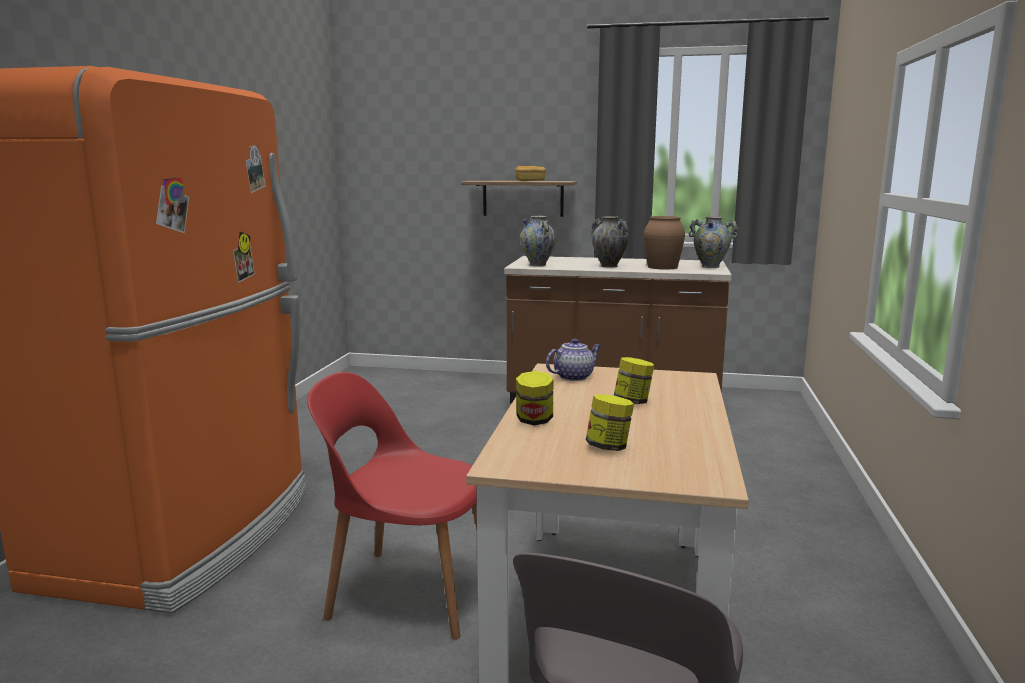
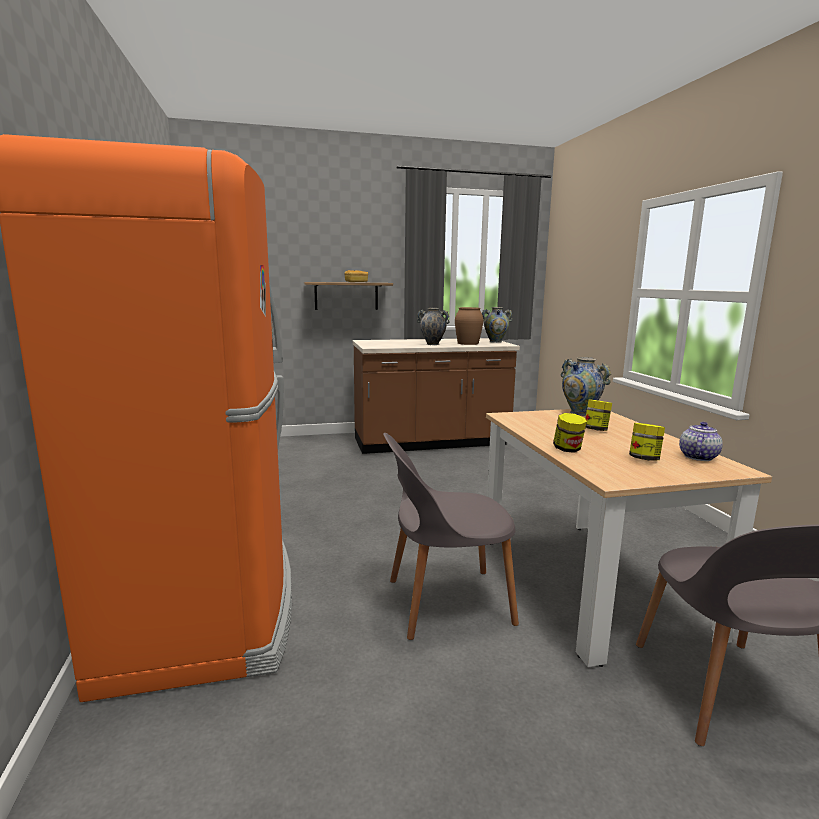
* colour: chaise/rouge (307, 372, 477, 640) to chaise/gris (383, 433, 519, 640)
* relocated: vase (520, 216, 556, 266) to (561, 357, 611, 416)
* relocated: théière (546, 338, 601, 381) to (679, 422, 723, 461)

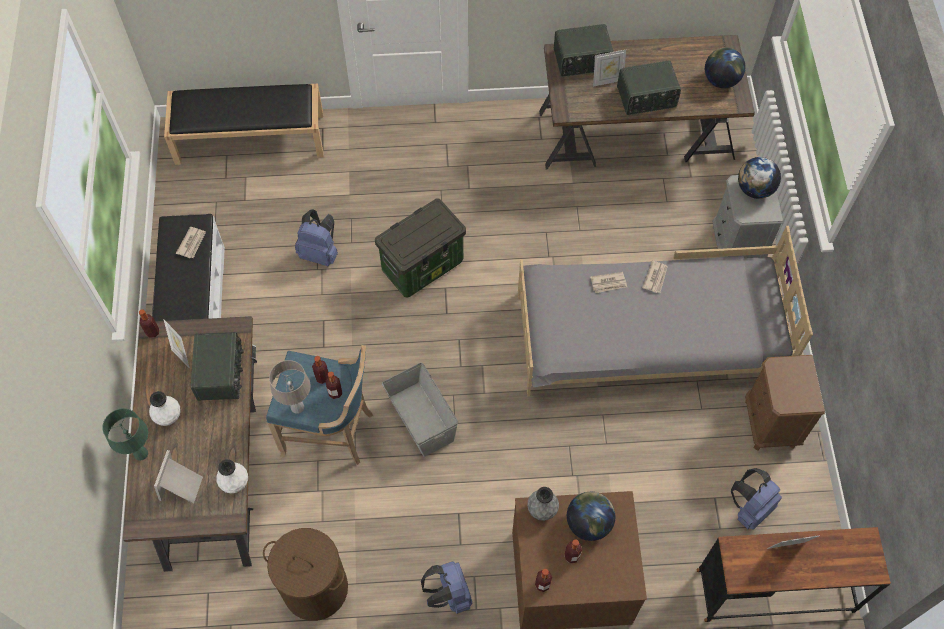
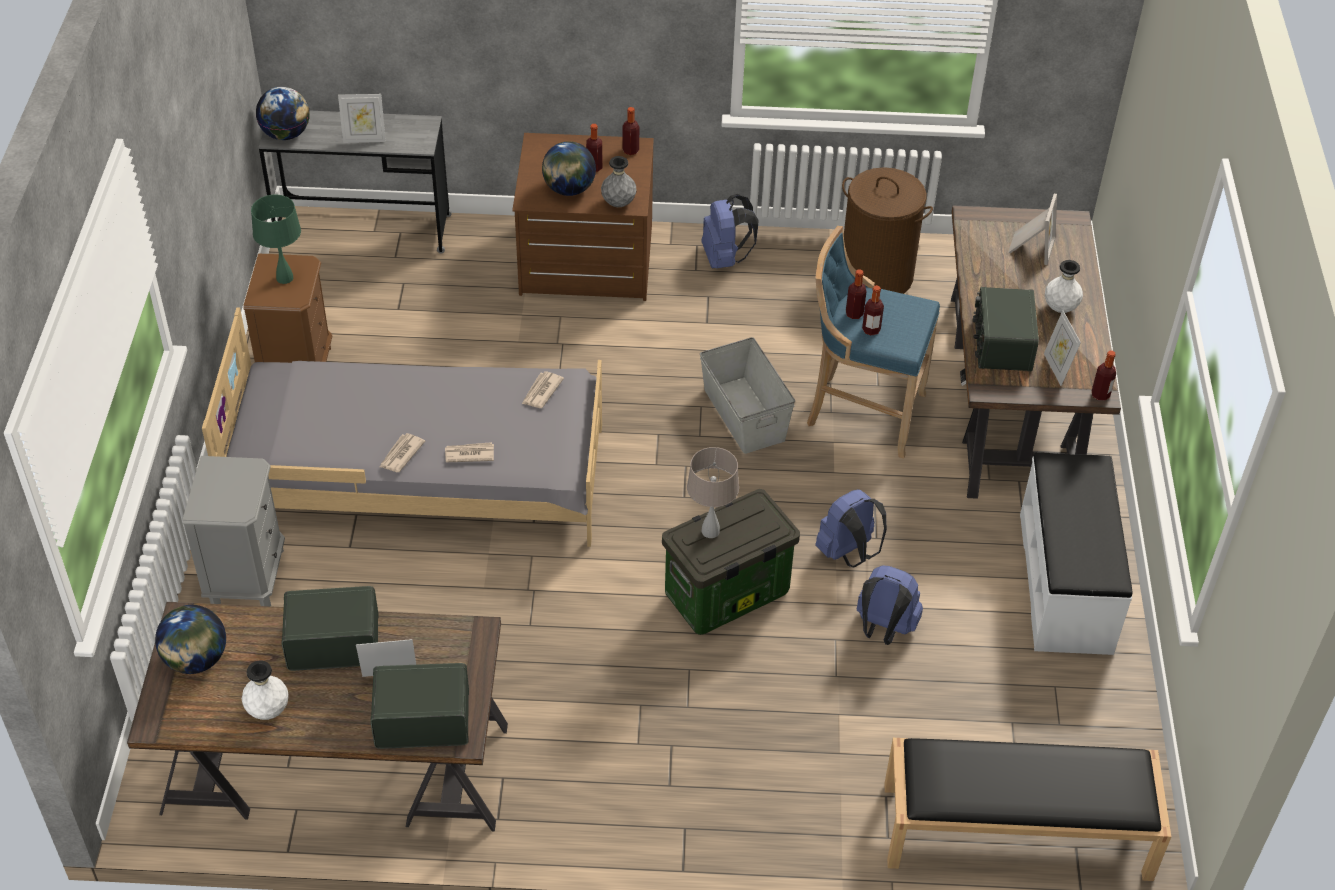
* relocated: lampe de table/vert (102, 408, 148, 461) to (251, 194, 301, 284)
* relocated: journal (176, 227, 206, 258) to (522, 371, 564, 408)
* relocated: vase/blanc (216, 459, 248, 493) to (242, 661, 289, 720)
* relocated: lampe de table/beige (269, 360, 311, 414) to (687, 447, 739, 538)
* colour: bureau/marron (696, 527, 891, 622) to bureau/gris (259, 111, 452, 253)
* relocated: sac à dos/bleu (731, 468, 782, 530) to (815, 489, 887, 567)
* relocated: globe (738, 157, 781, 199) to (256, 87, 310, 140)

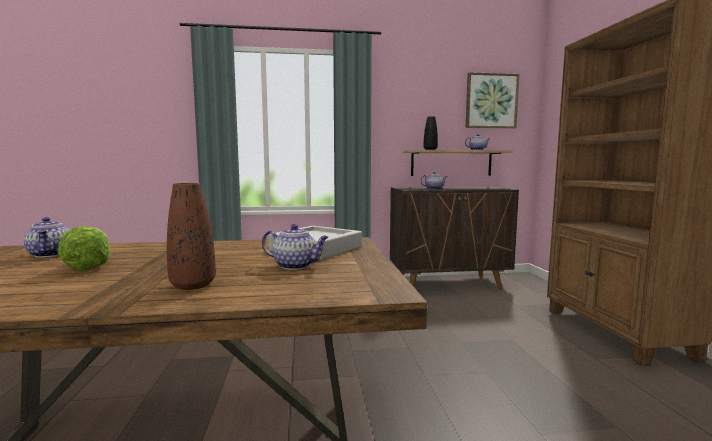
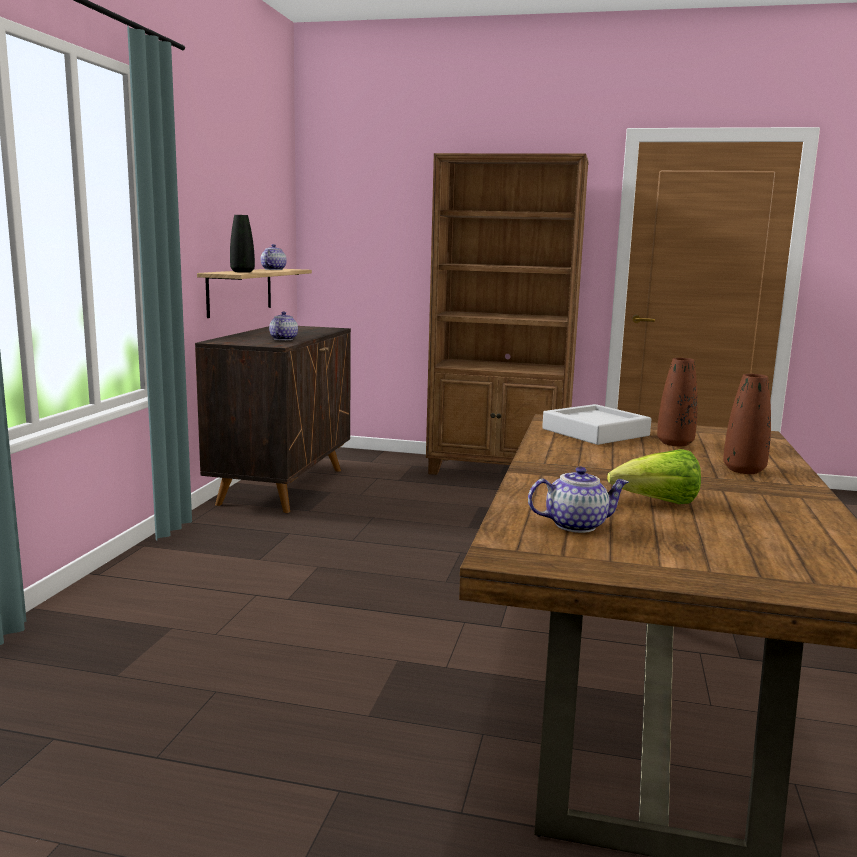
* exchanged: théière (262, 224, 329, 270) to vase/marron (657, 358, 698, 446)
* missing: tableau (466, 72, 519, 129)

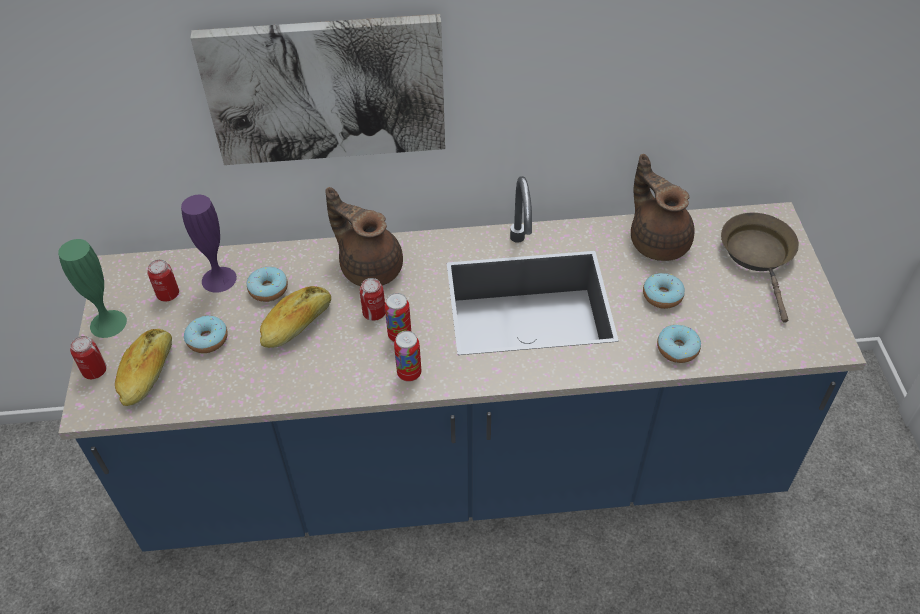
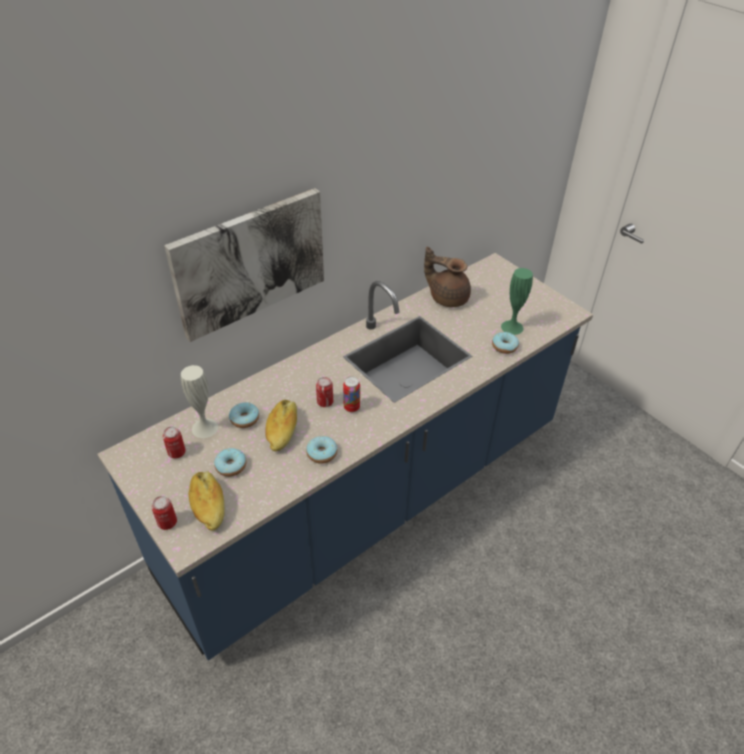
* relocated: vase/vert (58, 239, 127, 338) to (501, 268, 533, 335)
* colour: vase/violet (181, 195, 237, 293) to vase/blanc (181, 365, 218, 438)
* missing: théière/marron (325, 187, 403, 286)
* missing: boîte métallique (394, 331, 421, 382)
* relocated: beignet (643, 273, 685, 309) to (306, 436, 337, 464)
* missing: poêle/marron (721, 213, 799, 323)

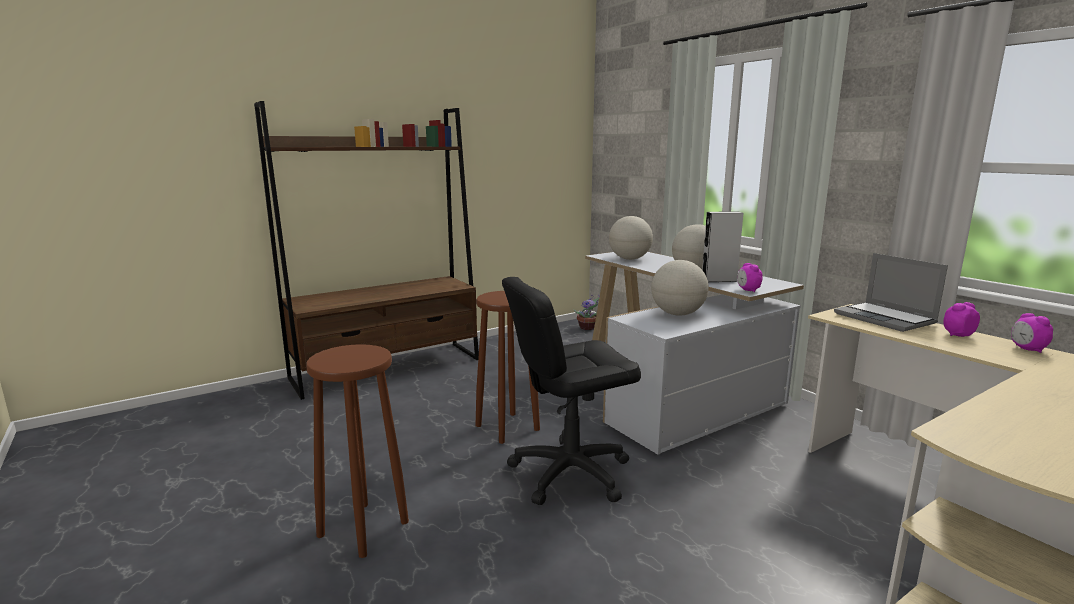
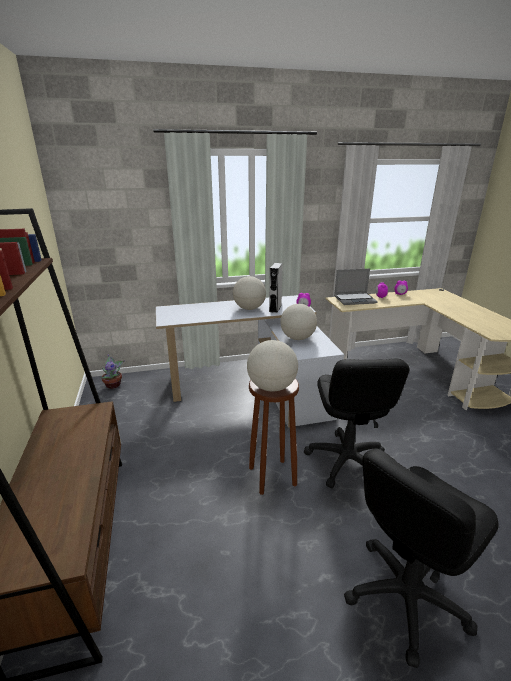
* exchanged: tabouret/marron (306, 344, 409, 558) to chaise de bureau/noir (344, 448, 498, 668)
* relocated: globe (609, 216, 653, 260) to (247, 340, 298, 392)

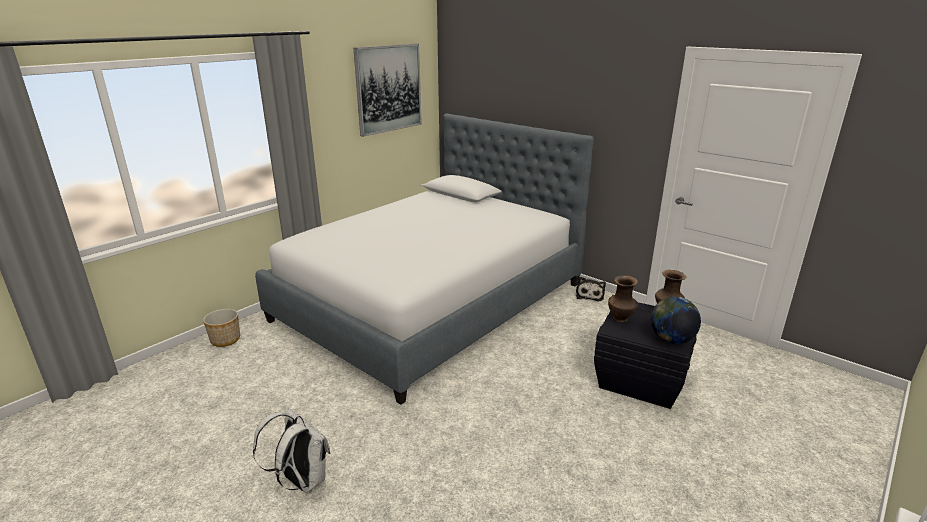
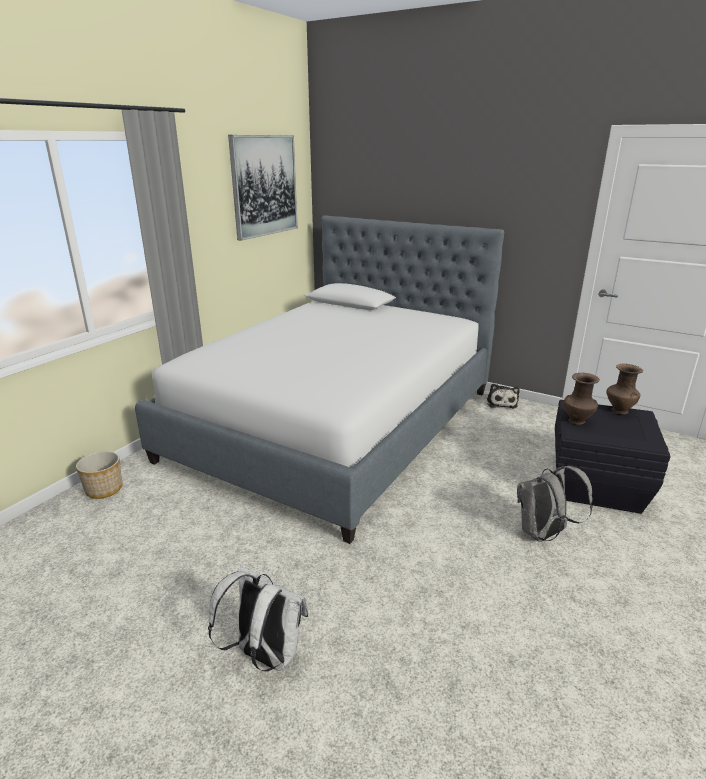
* missing: globe (651, 297, 701, 344)
* appeared: sac à dos/gris (517, 466, 593, 542)

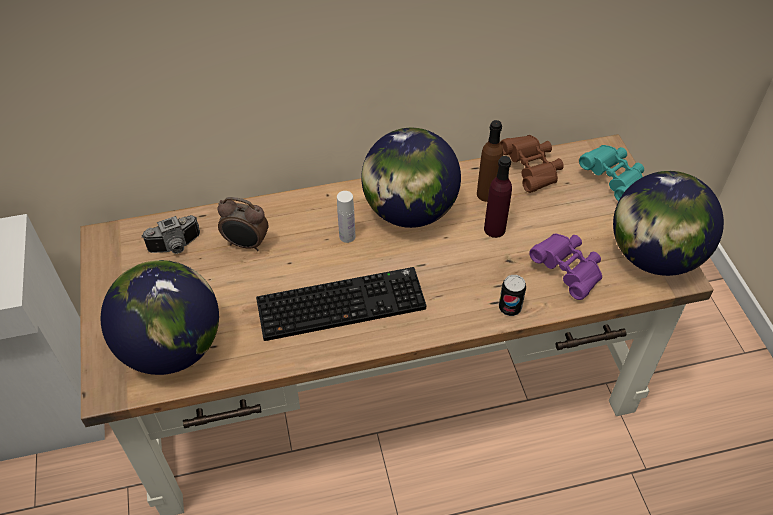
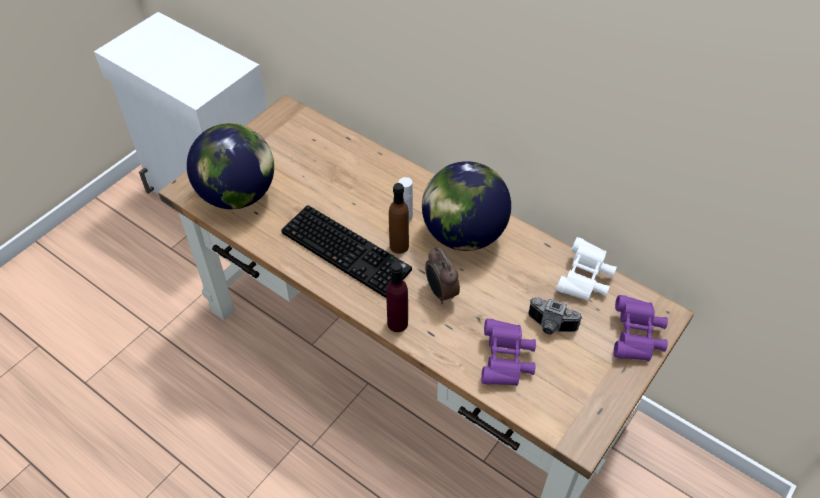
* relocated: appareil photo (141, 215, 200, 254) to (528, 298, 582, 335)
* relocated: réveil (217, 197, 268, 251) to (425, 246, 460, 304)
* relocated: bouteille/marron (477, 120, 503, 202) to (389, 183, 409, 254)
* relocated: bouteille/violet (484, 156, 512, 238) to (386, 262, 408, 332)
* missing: boîte métallique (499, 275, 526, 316)
* colour: jumelles/marron (500, 135, 564, 193) to jumelles/blanc (556, 237, 617, 301)
* colour: jumelles/turquoise (579, 145, 644, 201) to jumelles/violet (614, 295, 668, 361)
* missing: globe (613, 171, 724, 276)

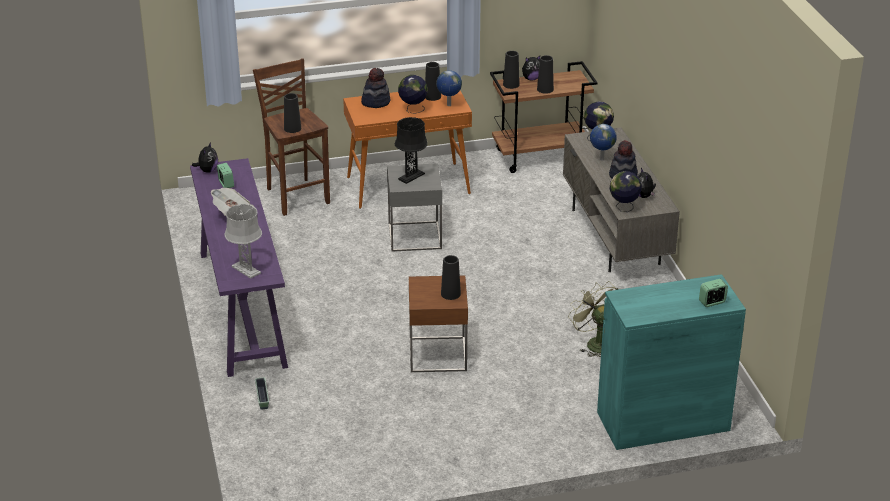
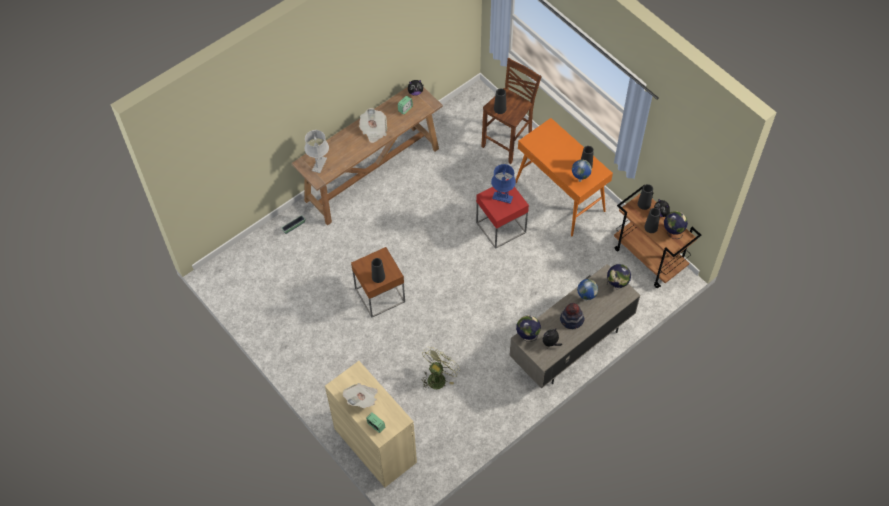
* colour: table console/violet (190, 158, 288, 377) to table console/marron (292, 87, 443, 226)
* missing: chapeau (361, 68, 390, 108)
* colour: table d'appoint/gris (387, 163, 442, 252) to table d'appoint/rouge (476, 179, 529, 249)
* colour: lampe de table/noir (395, 117, 428, 184) to lampe de table/bleu (491, 164, 516, 204)
* relocated: globe (398, 75, 428, 113) to (664, 211, 688, 239)
* colour: meuble de rangement/turquoise (597, 274, 746, 450) to meuble de rangement/beige (325, 361, 417, 488)
* appeared: journal (343, 383, 378, 408)

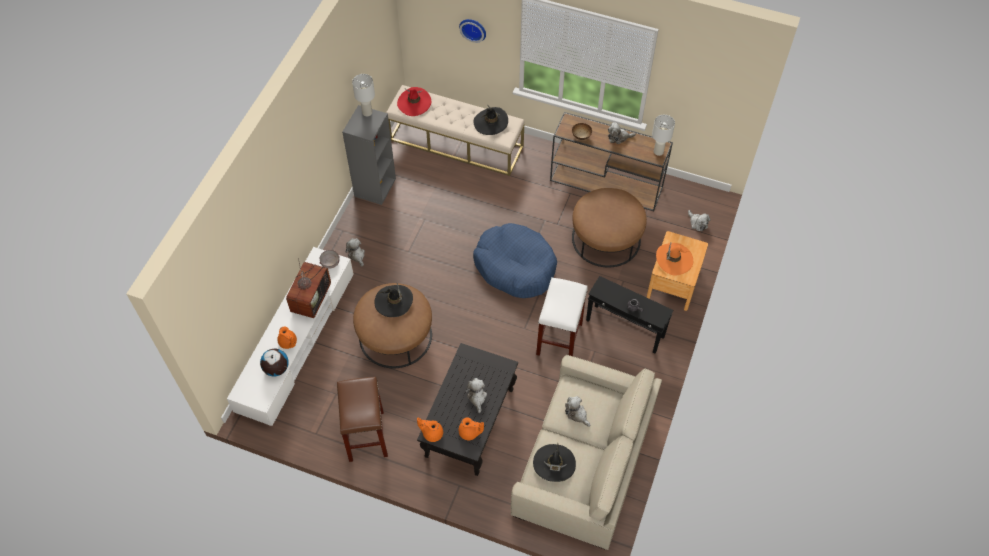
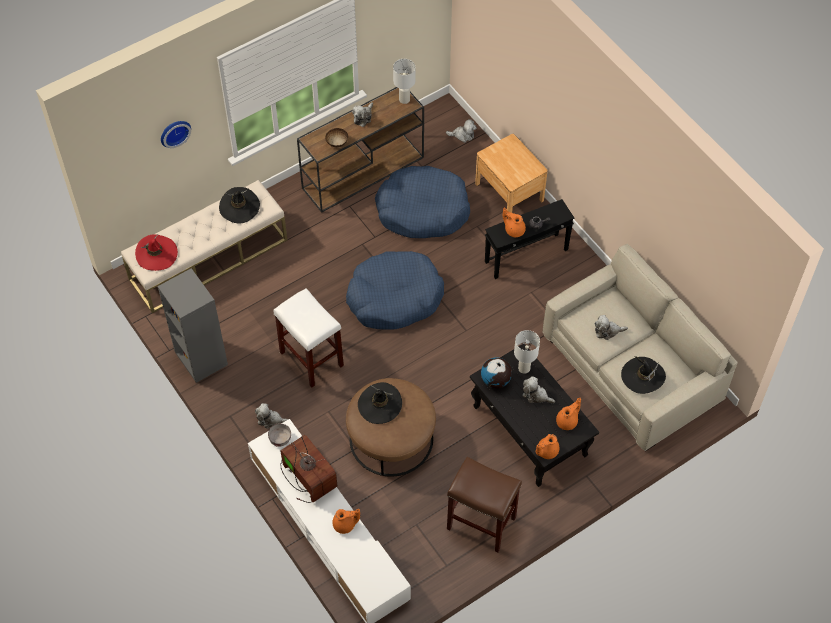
* relocated: globe (260, 349, 289, 377) to (481, 357, 512, 388)
* relocated: lampe de table/blanc (352, 74, 375, 116) to (514, 330, 540, 374)
* relocated: tabouret/blanc (536, 277, 588, 356) to (273, 288, 344, 388)
* exchanged: pouf/marron (572, 188, 647, 268) to panier pour chien/bleu (375, 166, 470, 238)
* missing: chapeau/orange (656, 242, 693, 275)
* appeared: théière/orange (503, 207, 526, 237)

